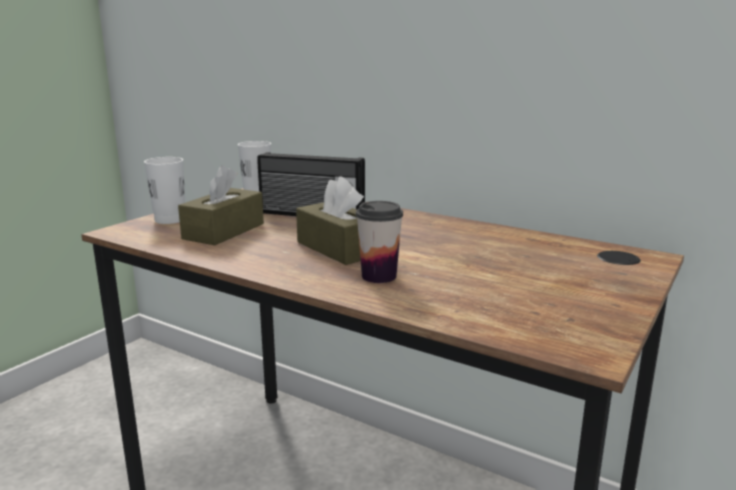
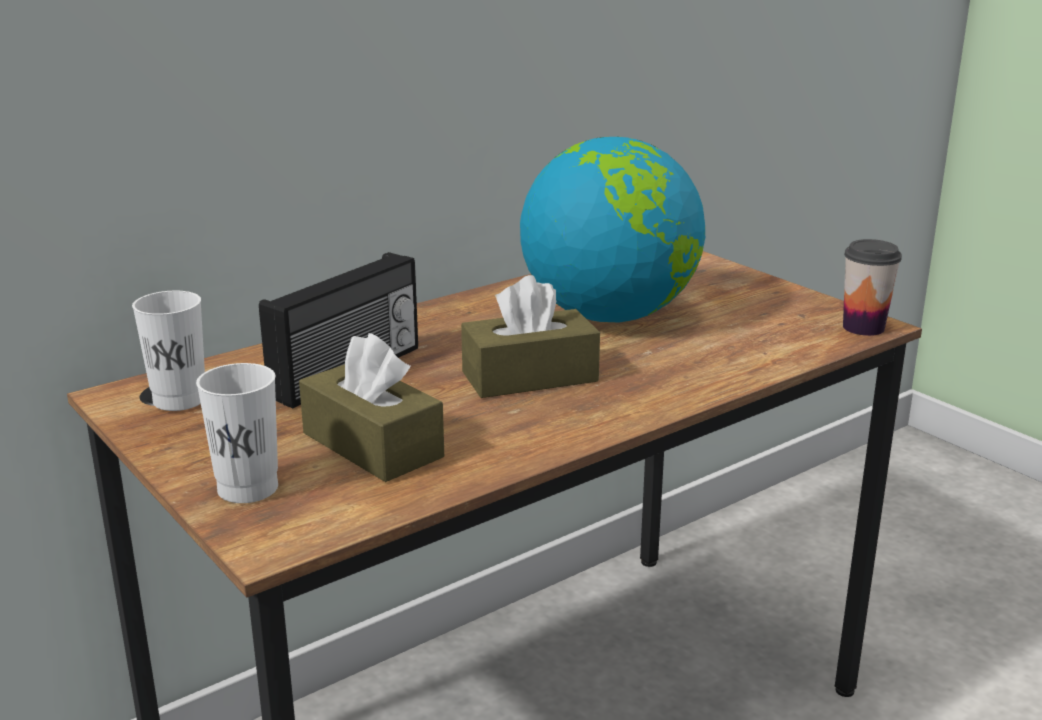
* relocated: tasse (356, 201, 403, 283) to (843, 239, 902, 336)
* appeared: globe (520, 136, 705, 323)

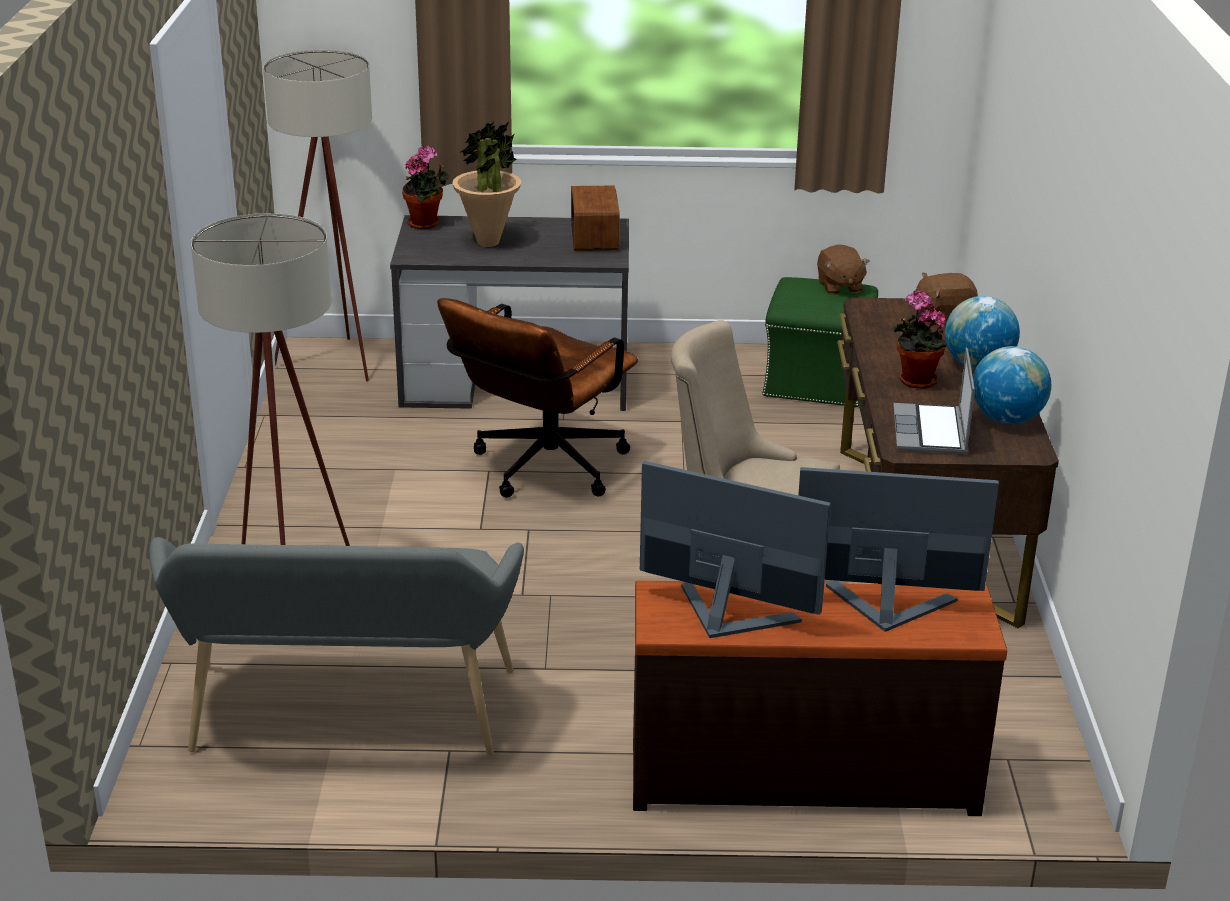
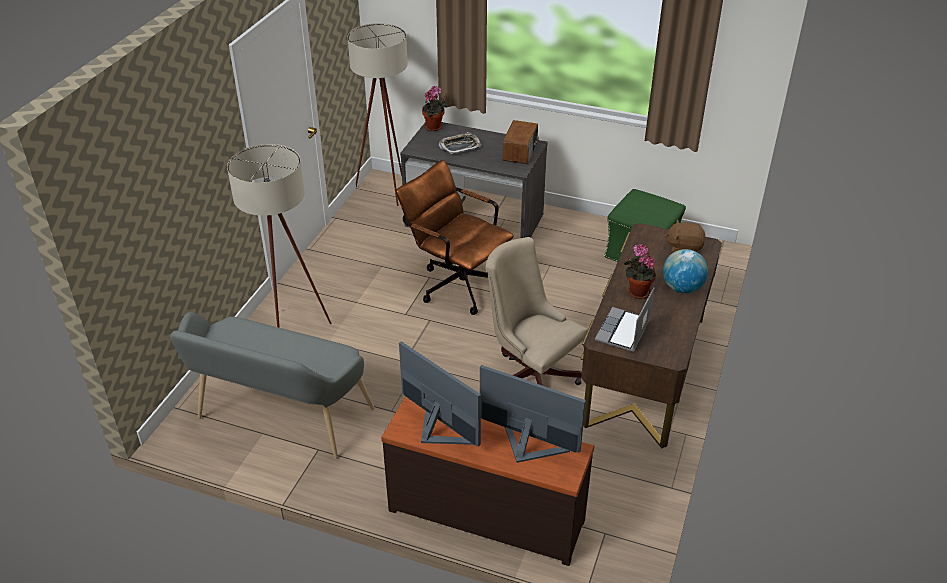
* spun: chaise de bureau/marron (437, 298, 638, 498) = (396, 160, 514, 315) 75 degrees clockwise
* exchanged: plante en pot (452, 121, 521, 247) to plateau (439, 132, 482, 154)
* missing: peluche/marron (817, 244, 870, 295)
* missing: globe (973, 346, 1051, 424)

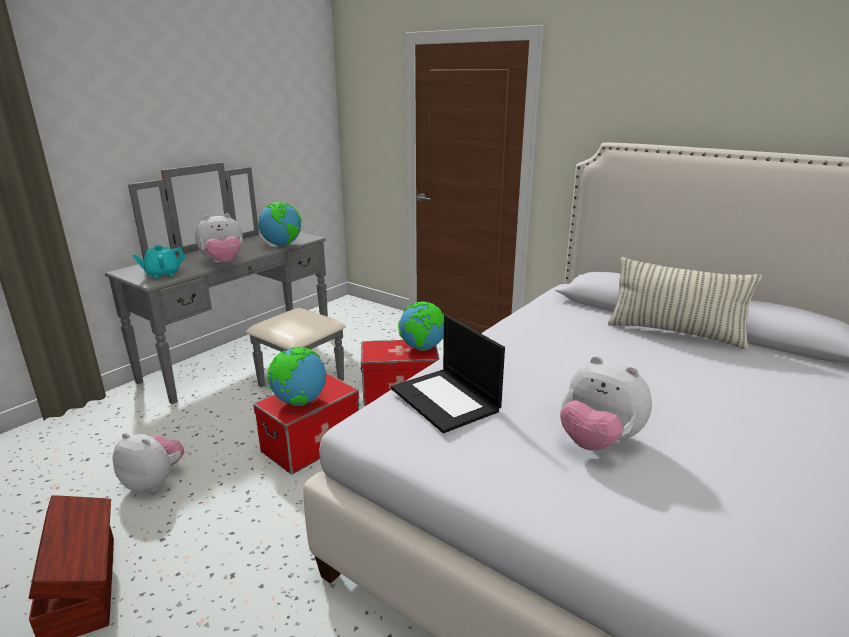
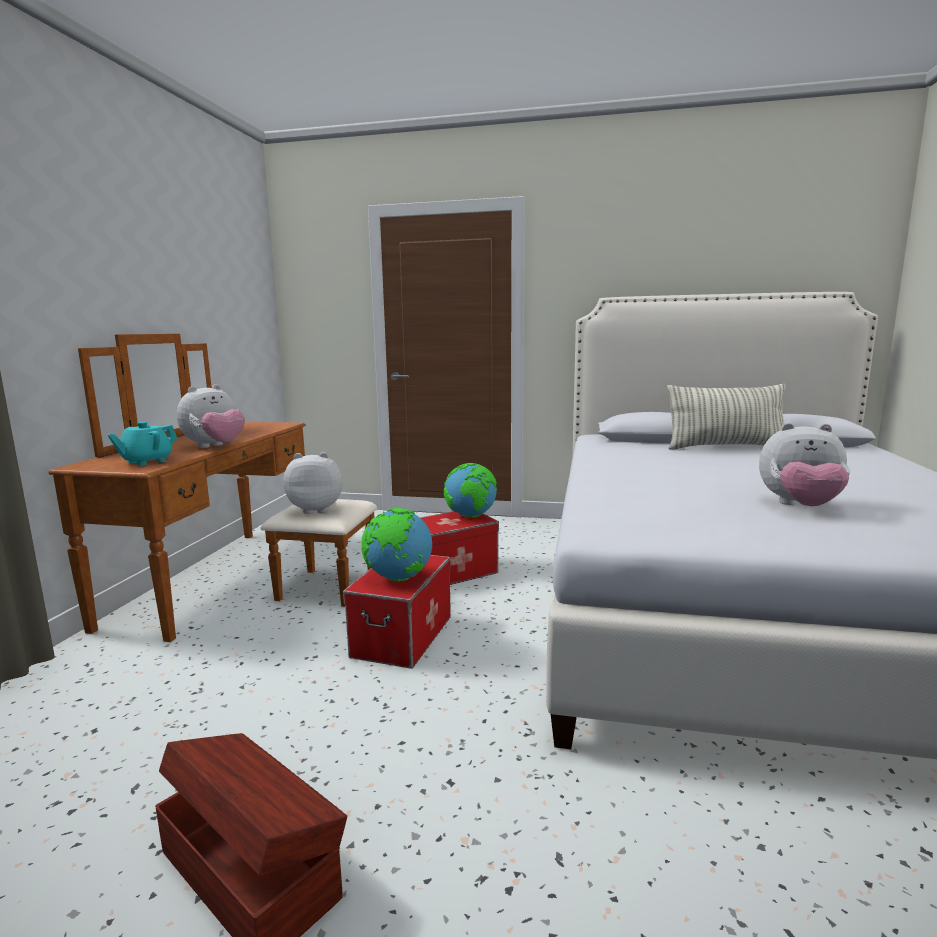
* colour: commode/gris (105, 162, 346, 404) to commode/marron (48, 334, 377, 642)
* relocated: peluche (113, 433, 184, 492) to (283, 452, 343, 514)
* missing: globe (258, 202, 302, 246)
* missing: ordinateur portable (391, 314, 505, 433)

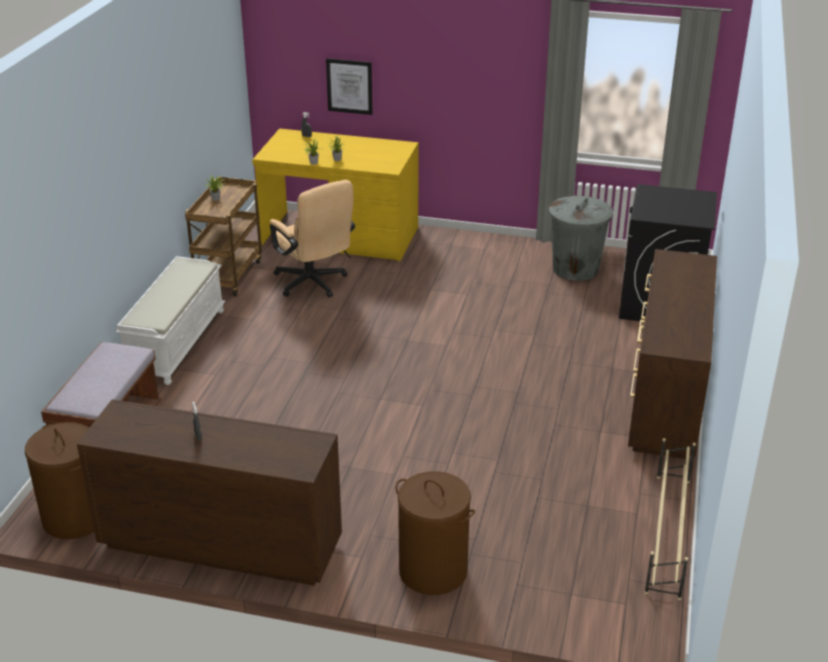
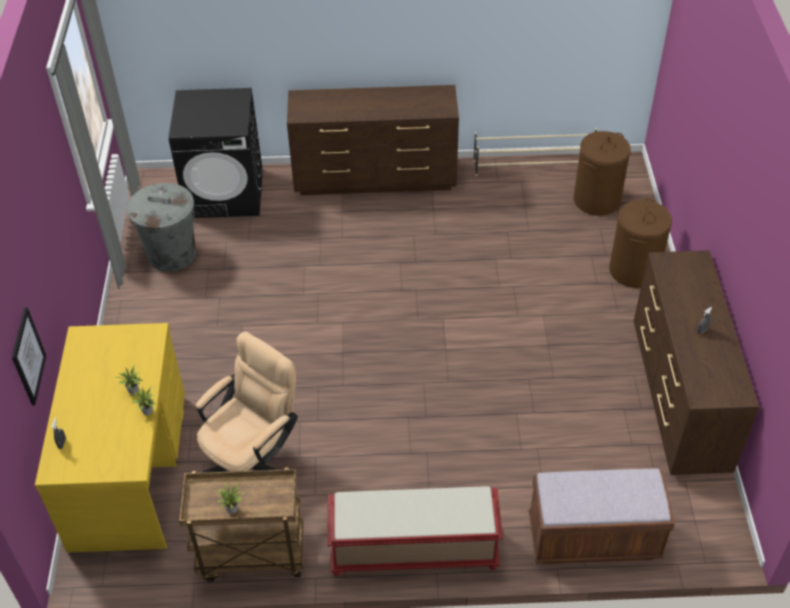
* relocated: panier à linge/marron (25, 422, 94, 539) to (573, 131, 631, 216)
* colour: banc/blanc (116, 256, 225, 385) to banc/rouge (327, 486, 503, 576)

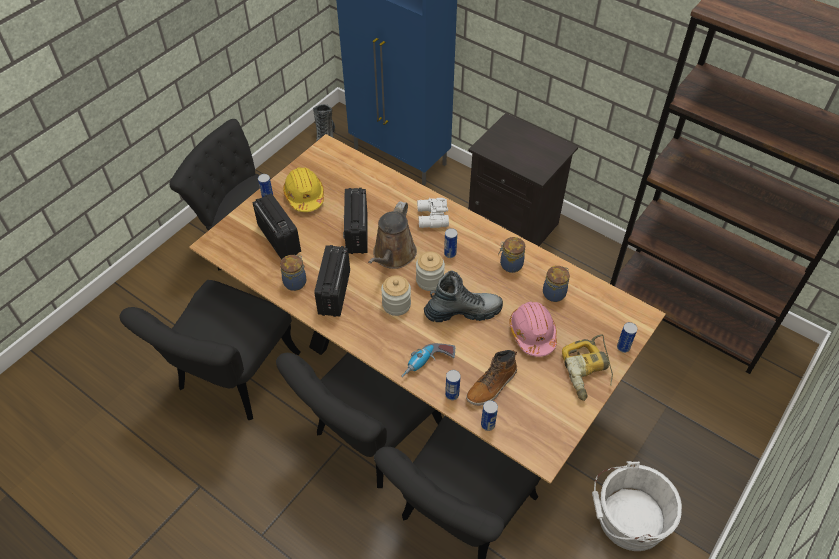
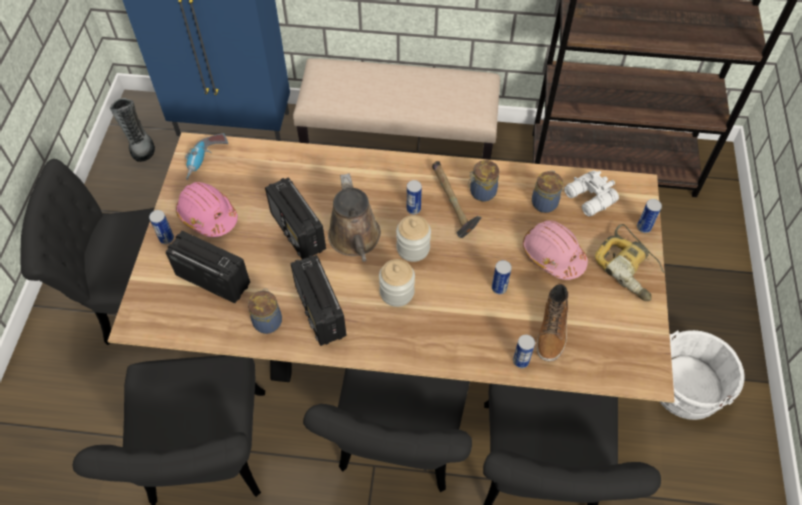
* colour: casque de chantier/jaune (283, 167, 324, 212) to casque de chantier/rose (176, 182, 238, 237)
* relocated: perceuse (402, 343, 455, 377) to (186, 133, 228, 180)
* relocated: jumelles/blanc (417, 198, 449, 228) to (564, 170, 619, 217)
* missing: botte (424, 271, 503, 322)
* exchanged: table de chevet/noir (468, 113, 578, 246) to banc/beige (293, 58, 500, 160)
* relocated: boîte métallique (481, 400, 498, 431) to (492, 260, 512, 294)
* appeared: marteau (432, 161, 482, 238)

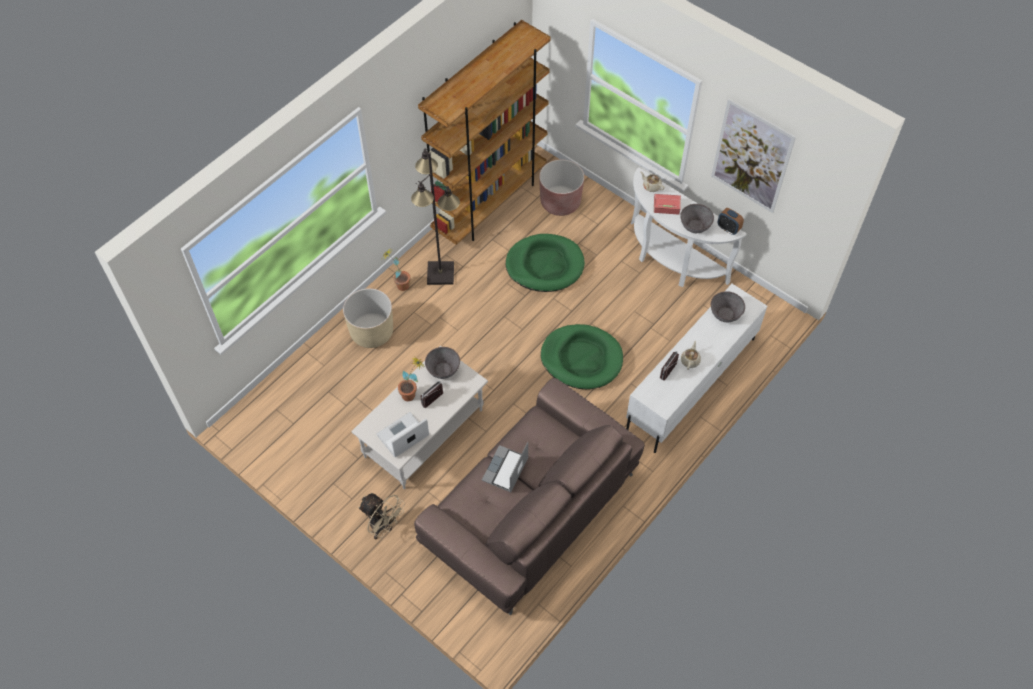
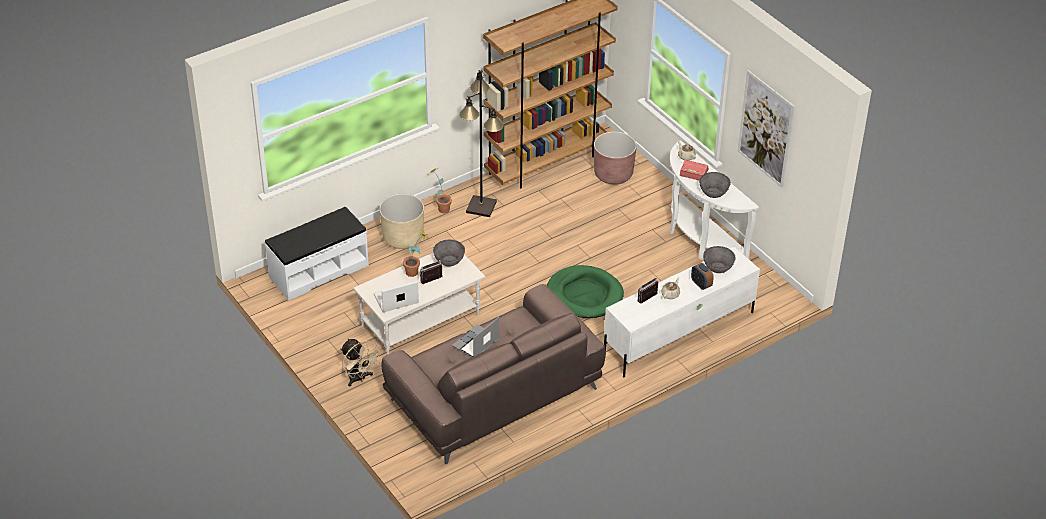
* missing: panier pour chien/vert (506, 234, 585, 292)
* relocated: réveil (717, 208, 744, 235) to (691, 263, 714, 290)
* appeared: banc/blanc (265, 207, 369, 301)

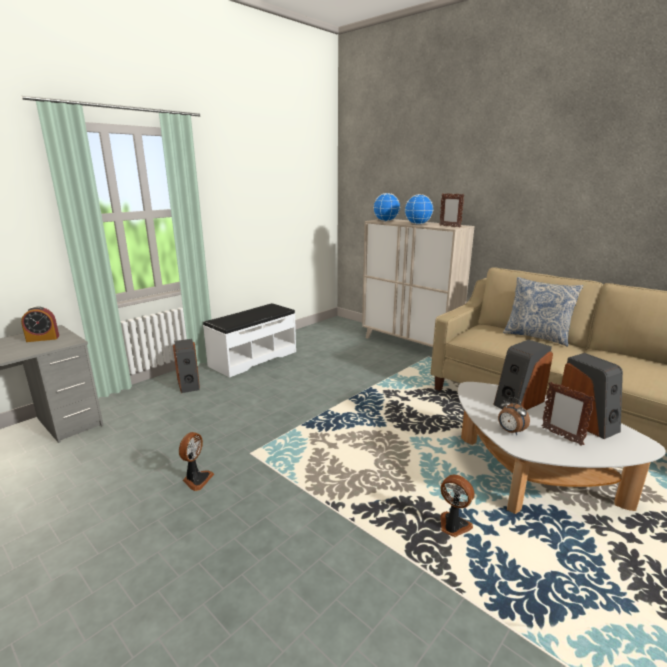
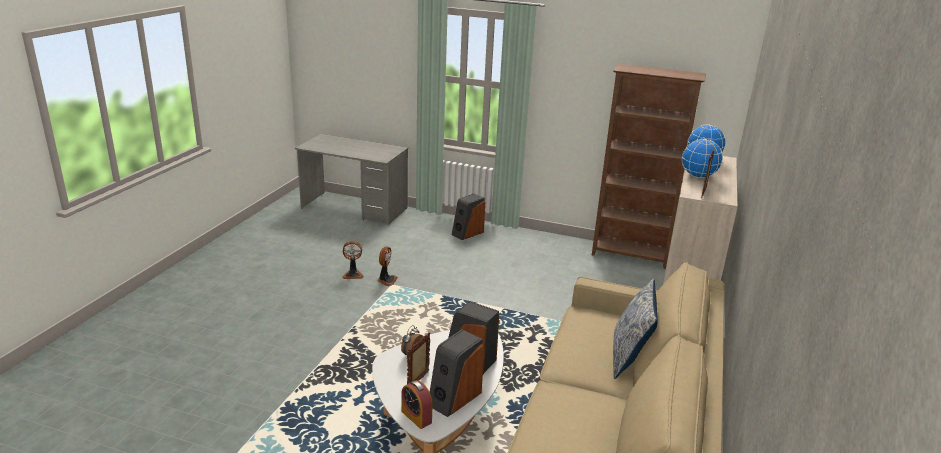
* relocated: réveil (21, 306, 59, 342) to (401, 380, 433, 429)
* missing: banc/blanc (203, 303, 296, 378)
* relocated: ventilateur (440, 475, 474, 537) to (377, 246, 398, 286)
* appeared: bibliothèque/marron (592, 64, 706, 269)

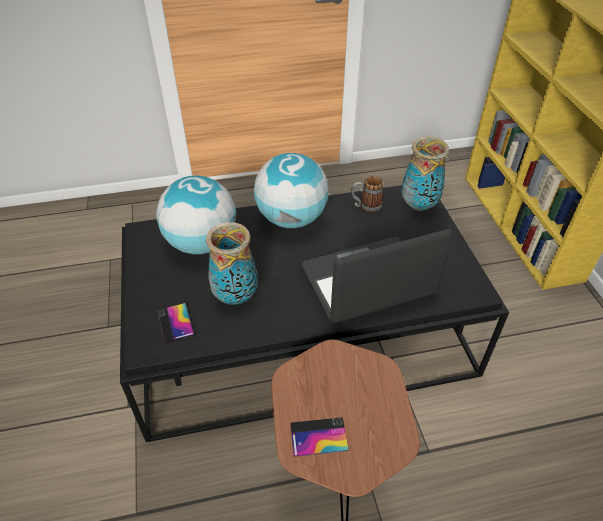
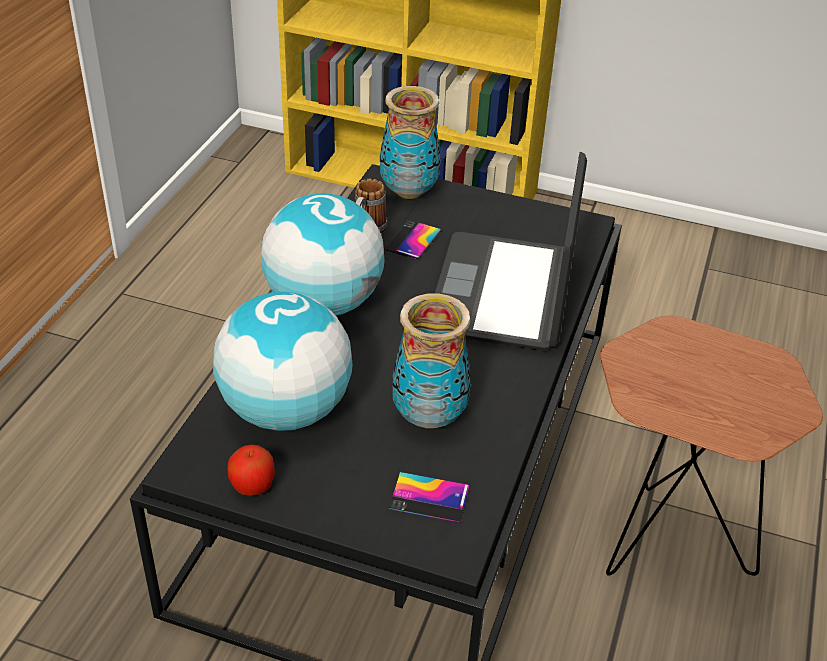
* relocated: téléphone (290, 417, 349, 457) to (384, 220, 441, 259)
* appeared: pomme (228, 445, 275, 496)

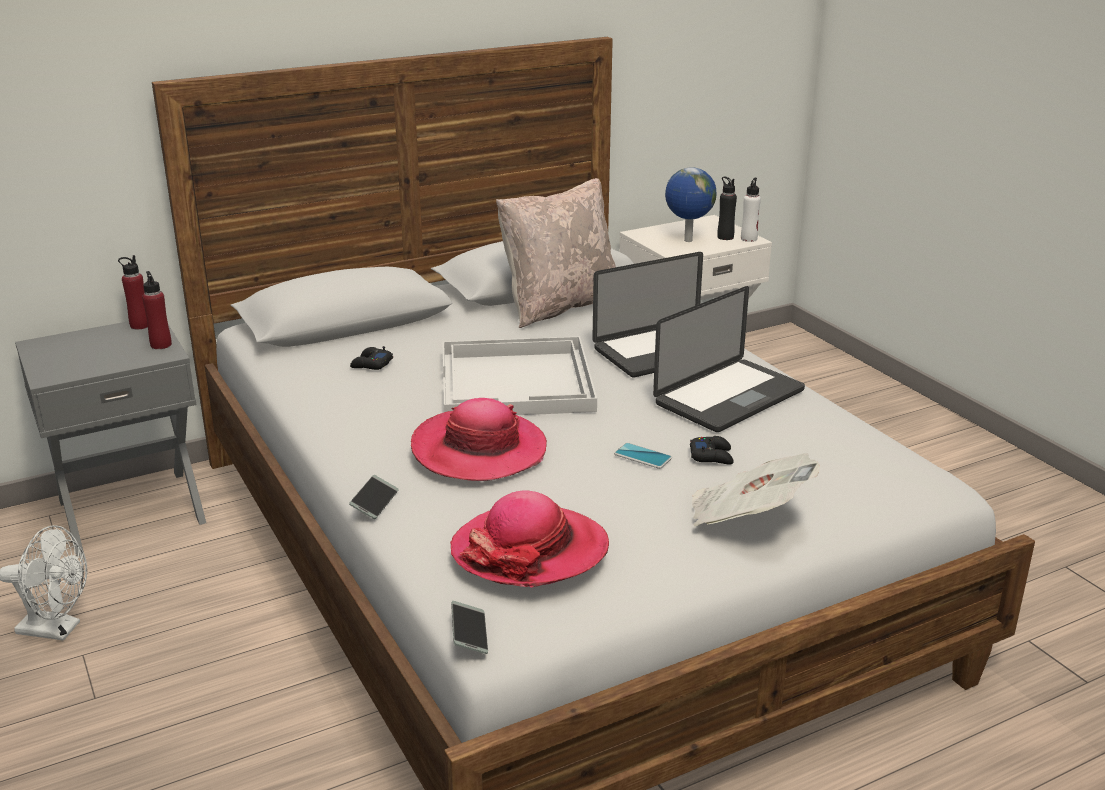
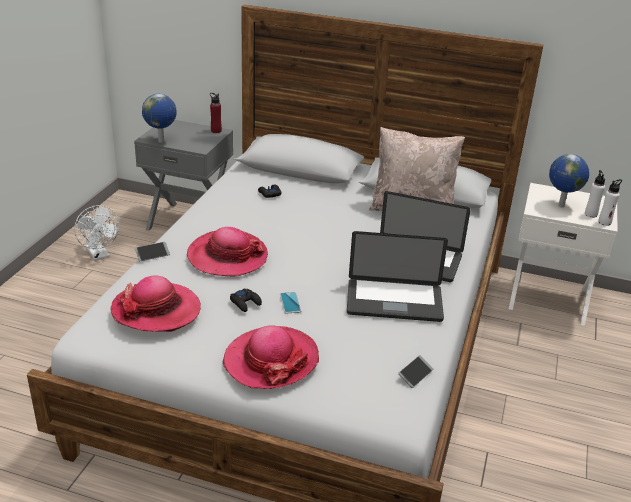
* missing: bouteille/rouge (142, 271, 172, 349)
* missing: plateau/blanc (442, 336, 597, 415)
* relocated: téléphone (451, 601, 488, 654) to (398, 355, 433, 388)
* relocated: manette/noir (690, 436, 734, 464) to (230, 288, 262, 312)
* exchanged: journal (692, 453, 820, 526) to chapeau (222, 325, 319, 389)
* colour: bouteille/noir (717, 176, 737, 240) to bouteille/blanc (585, 170, 605, 218)
* appeared: globe (142, 94, 177, 143)

